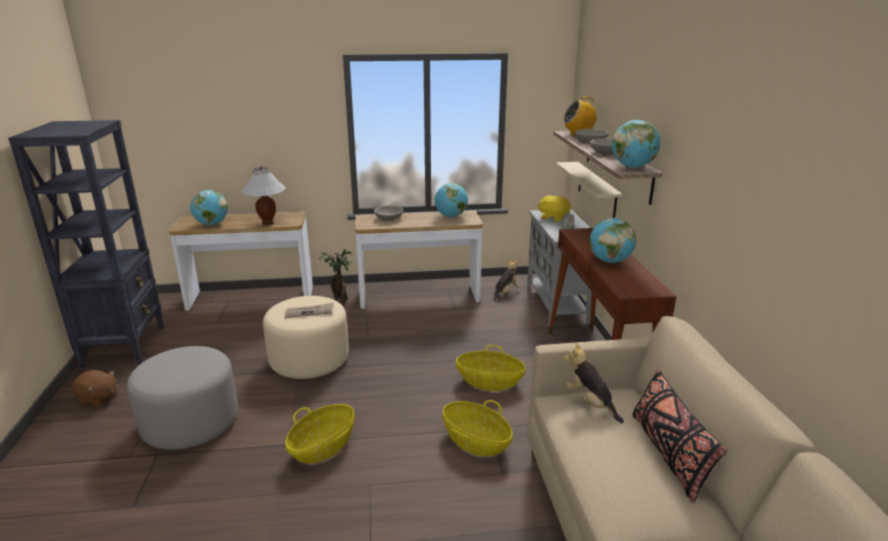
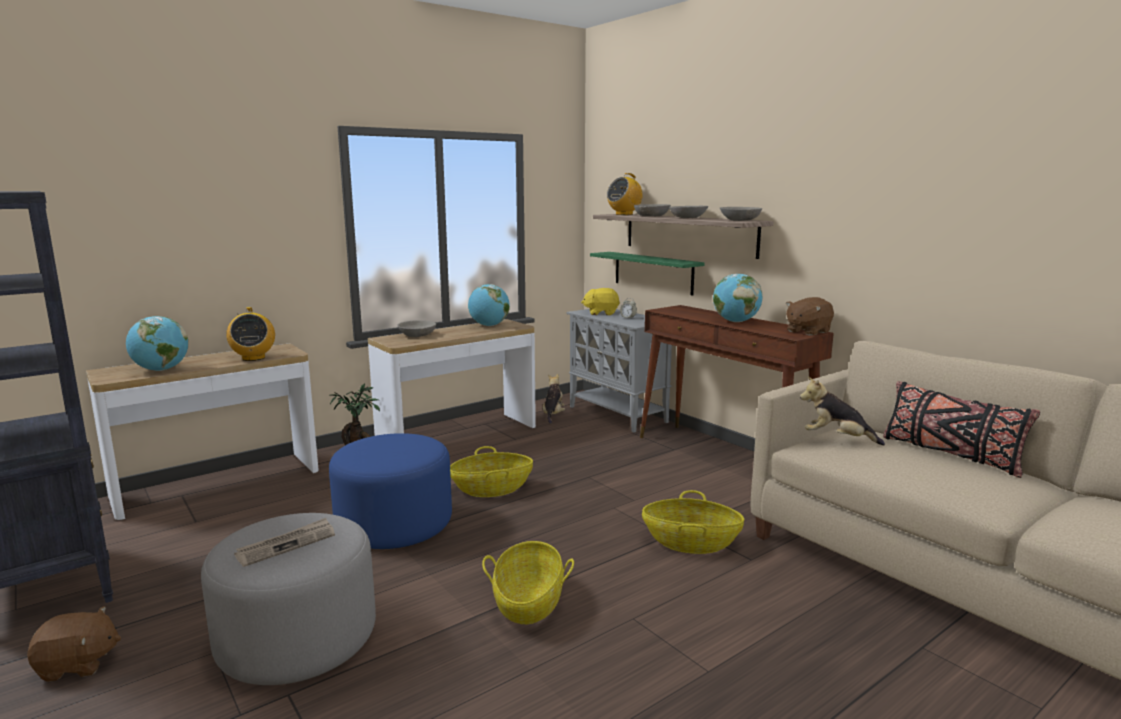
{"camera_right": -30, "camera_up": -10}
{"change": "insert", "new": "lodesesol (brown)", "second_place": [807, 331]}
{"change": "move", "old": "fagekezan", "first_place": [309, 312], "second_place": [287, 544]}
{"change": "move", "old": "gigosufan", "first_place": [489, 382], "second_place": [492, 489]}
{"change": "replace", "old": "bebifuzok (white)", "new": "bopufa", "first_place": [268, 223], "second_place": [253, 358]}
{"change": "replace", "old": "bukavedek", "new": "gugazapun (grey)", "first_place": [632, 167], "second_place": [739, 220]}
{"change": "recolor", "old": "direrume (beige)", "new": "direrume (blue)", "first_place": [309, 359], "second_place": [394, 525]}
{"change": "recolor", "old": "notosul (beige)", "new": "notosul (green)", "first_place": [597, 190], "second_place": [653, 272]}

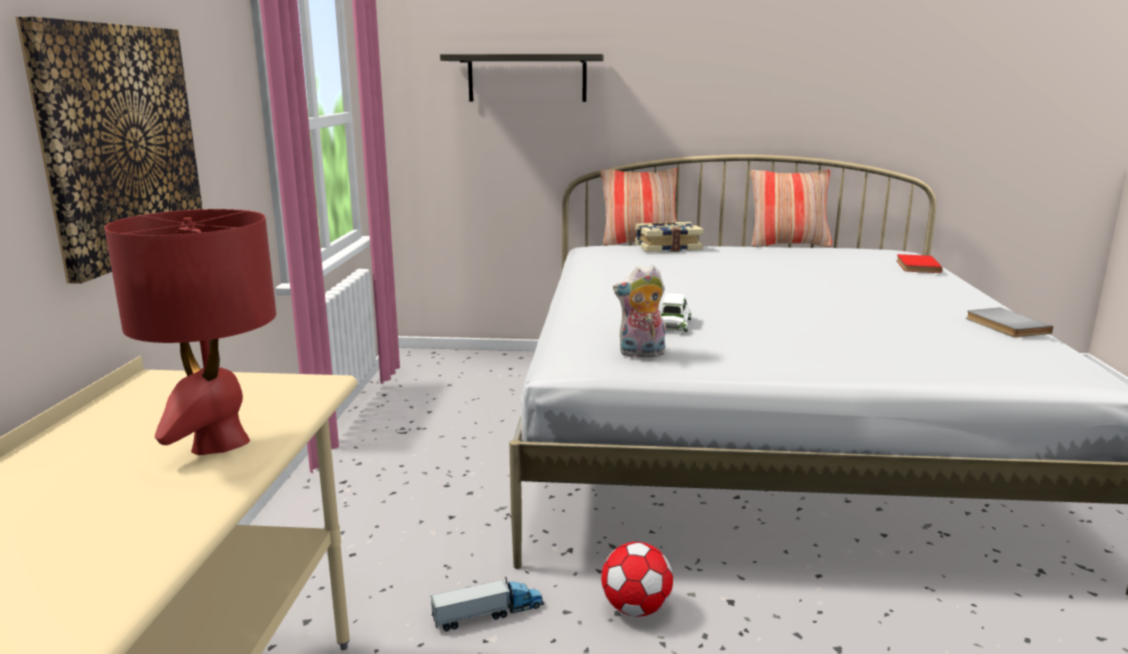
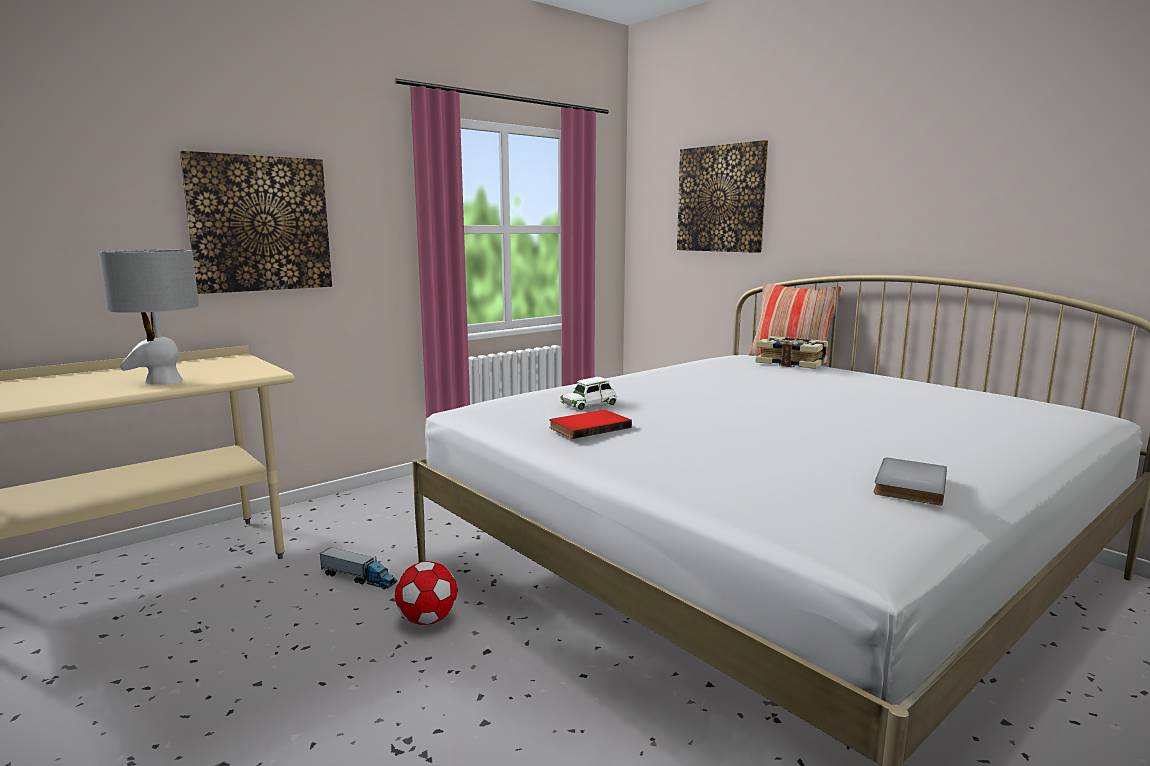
{"camera_right": 45, "camera_up": -5}
{"change": "delete", "old": "lodesesol", "first_place": [641, 354]}
{"change": "delete", "old": "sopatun", "first_place": [788, 244]}
{"change": "move", "old": "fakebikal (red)", "first_place": [916, 266], "second_place": [588, 427]}
{"change": "replace", "old": "notosul", "new": "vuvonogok", "first_place": [527, 78], "second_place": [721, 199]}
{"change": "recolor", "old": "bebifuzok (red)", "new": "bebifuzok (grey)", "first_place": [219, 443], "second_place": [164, 381]}

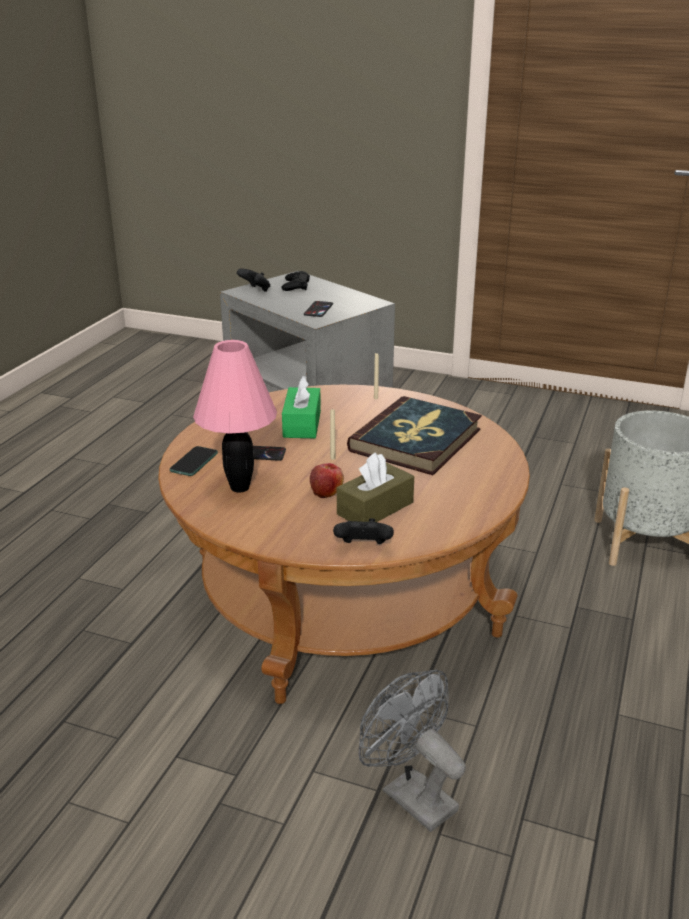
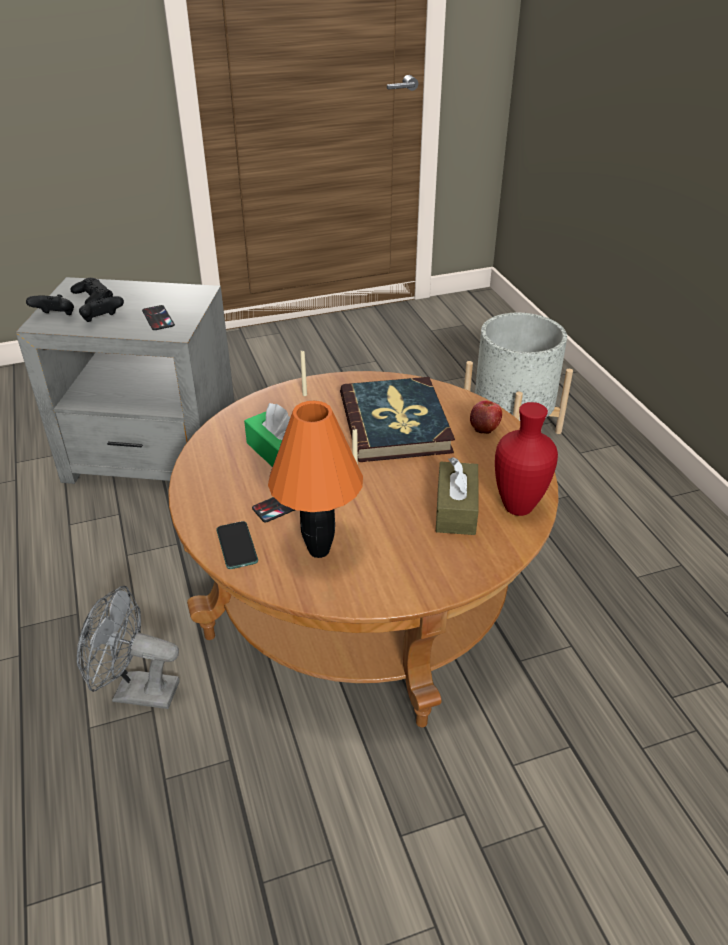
{"camera_right": -40, "camera_up": 10}
{"change": "insert", "new": "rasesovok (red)", "second_place": [516, 506]}
{"change": "move", "old": "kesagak", "first_place": [326, 492], "second_place": [484, 427]}
{"change": "move", "old": "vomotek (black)", "first_place": [363, 547], "second_place": [102, 321]}
{"change": "move", "old": "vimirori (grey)", "first_place": [410, 795], "second_place": [136, 691]}
{"change": "recolor", "old": "bebifuzok (pink)", "new": "bebifuzok (orange)", "first_place": [240, 488], "second_place": [320, 550]}

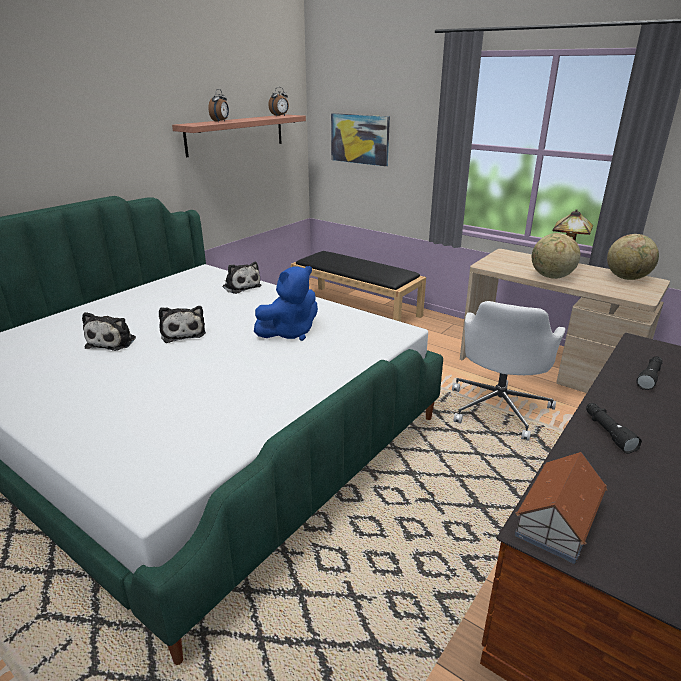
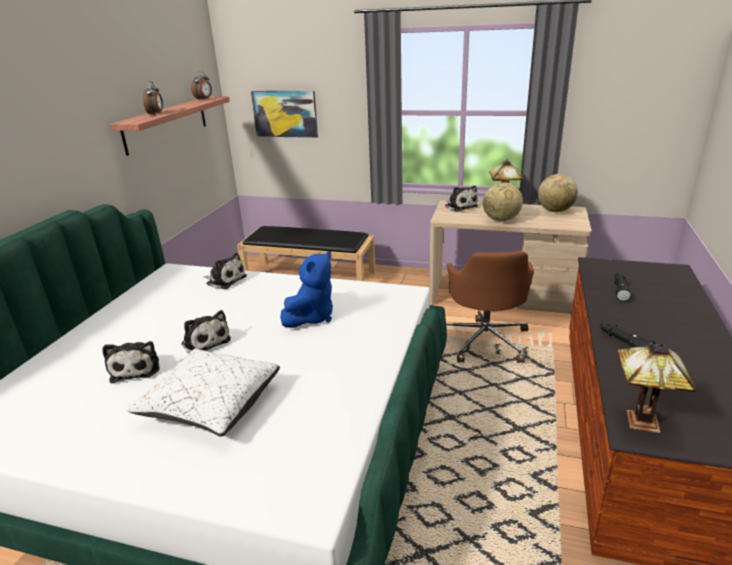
{"camera_right": -20, "camera_up": 0}
{"change": "insert", "new": "sopatun (white)", "second_place": [211, 405]}
{"change": "insert", "new": "lodesesol", "second_place": [460, 206]}
{"change": "replace", "old": "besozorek", "new": "bebifuzok", "first_place": [556, 521], "second_place": [640, 422]}
{"change": "recolor", "old": "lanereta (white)", "new": "lanereta (brown)", "first_place": [499, 407], "second_place": [485, 340]}

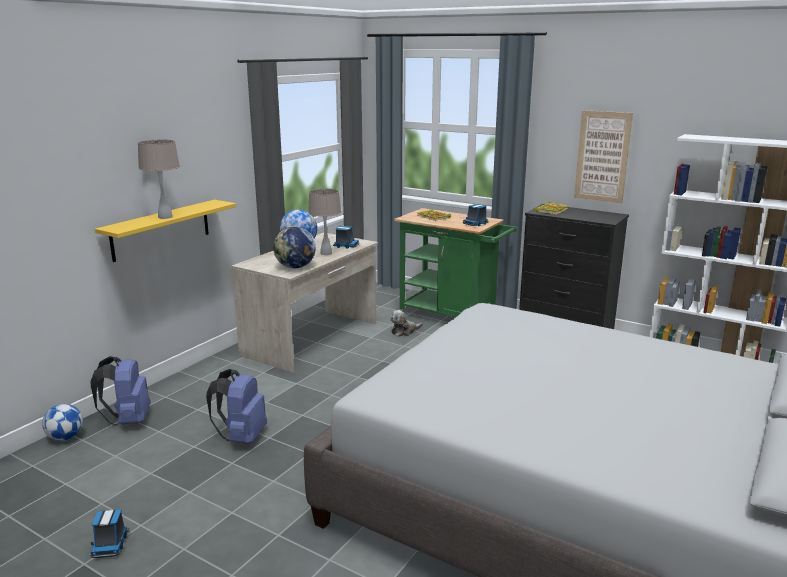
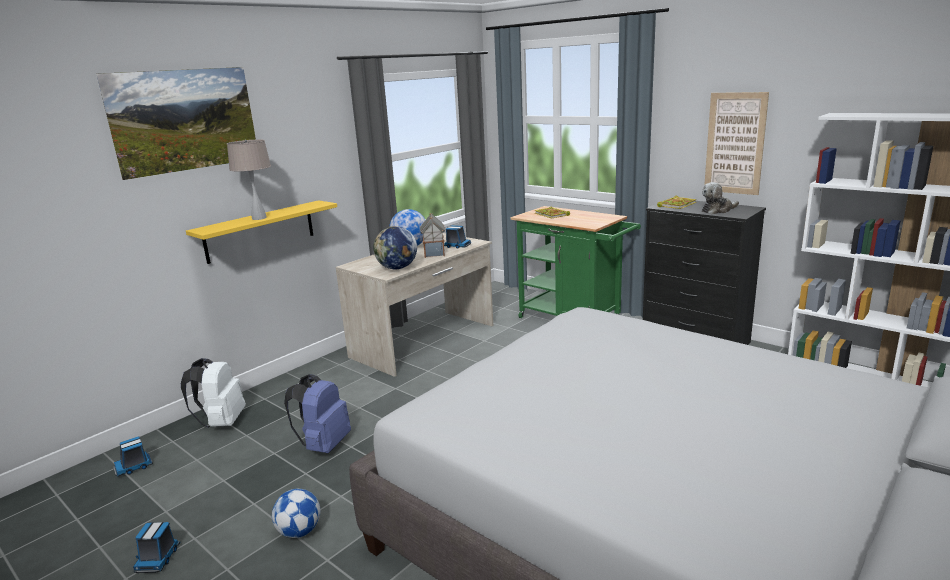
{"camera_right": 10, "camera_up": 0}
{"change": "insert", "new": "vuvonogok", "second_place": [191, 144]}
{"change": "move", "old": "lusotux", "first_place": [66, 437], "second_place": [299, 531]}
{"change": "move", "old": "lodesesol", "first_place": [404, 331], "second_place": [717, 210]}
{"change": "move", "old": "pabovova", "first_place": [475, 224], "second_place": [134, 466]}
{"change": "replace", "old": "bebifuzok (beige)", "new": "besozorek", "first_place": [326, 253], "second_place": [434, 253]}
{"change": "recolor", "old": "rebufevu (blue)", "new": "rebufevu (white)", "first_place": [128, 420], "second_place": [222, 422]}

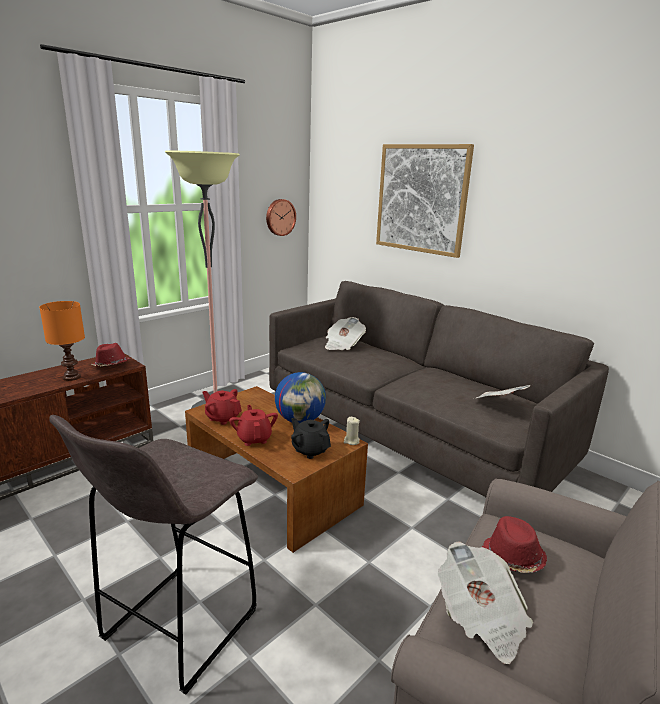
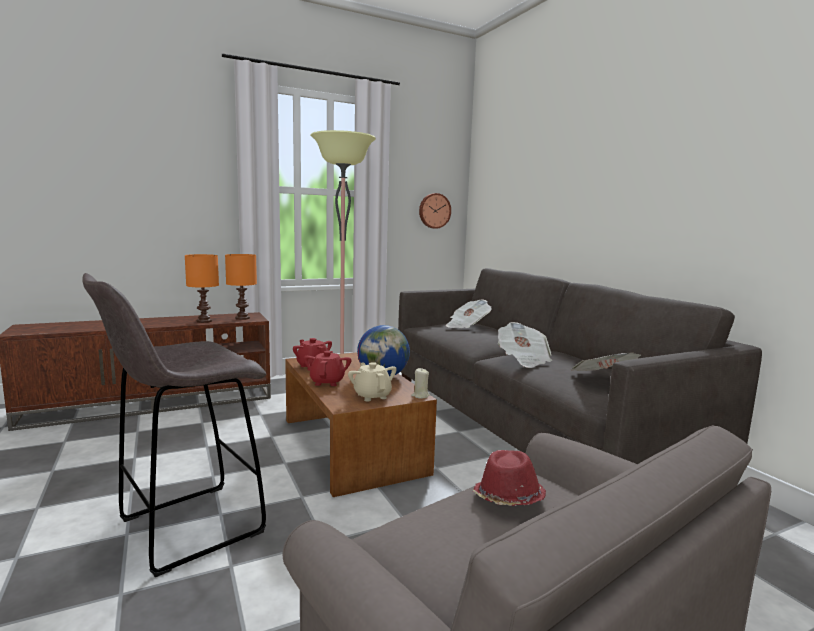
{"camera_right": 20, "camera_up": -10}
{"change": "delete", "old": "vuvonogok", "first_place": [421, 199]}
{"change": "move", "old": "fagekezan", "first_place": [481, 618], "second_place": [523, 359]}
{"change": "replace", "old": "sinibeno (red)", "new": "bebifuzok (orange)", "first_place": [111, 365], "second_place": [242, 318]}
{"change": "recolor", "old": "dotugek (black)", "new": "dotugek (beige)", "first_place": [310, 450], "second_place": [372, 396]}

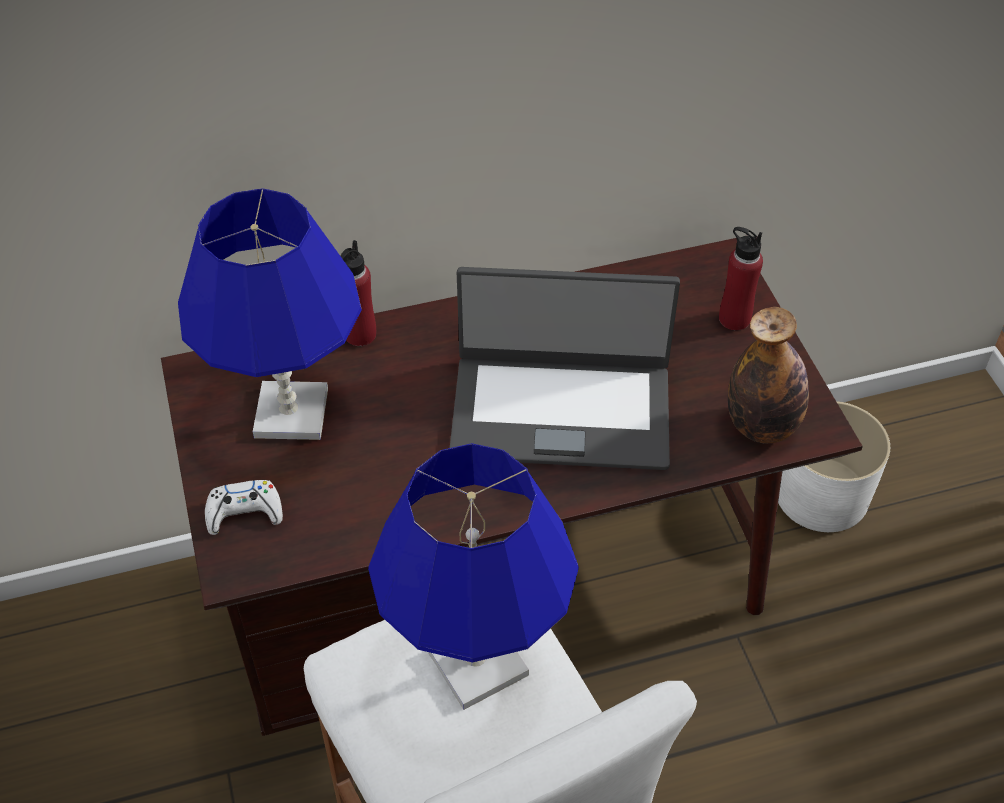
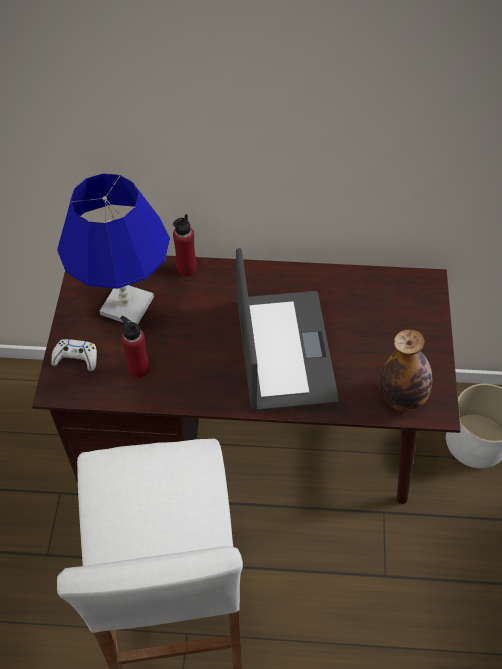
{"camera_right": 20, "camera_up": 5}
{"change": "delete", "old": "bebifuzok (blue)", "first_place": [476, 662]}
{"change": "move", "old": "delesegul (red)", "first_place": [734, 318], "second_place": [139, 368]}
{"change": "rotate", "old": "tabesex", "first_place": [561, 410], "second_place": [283, 350], "degrees": -120}

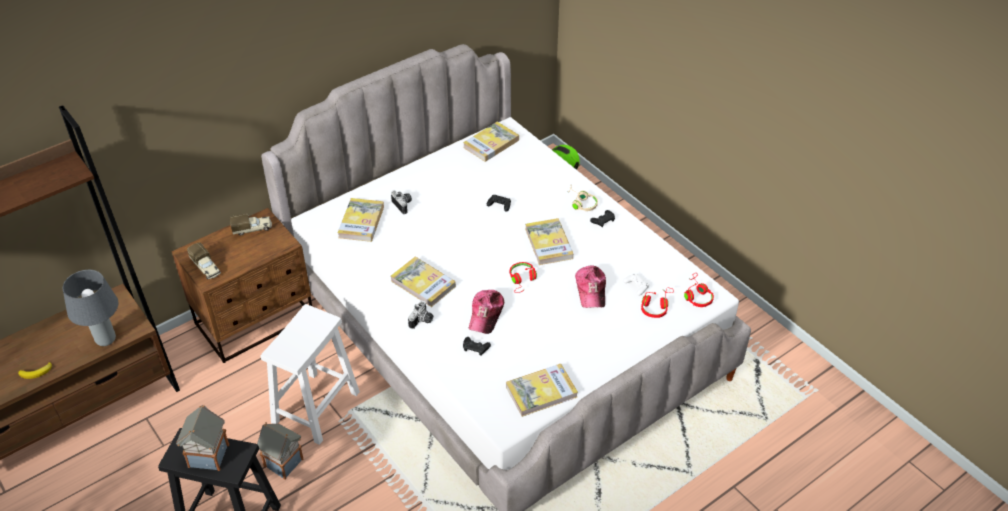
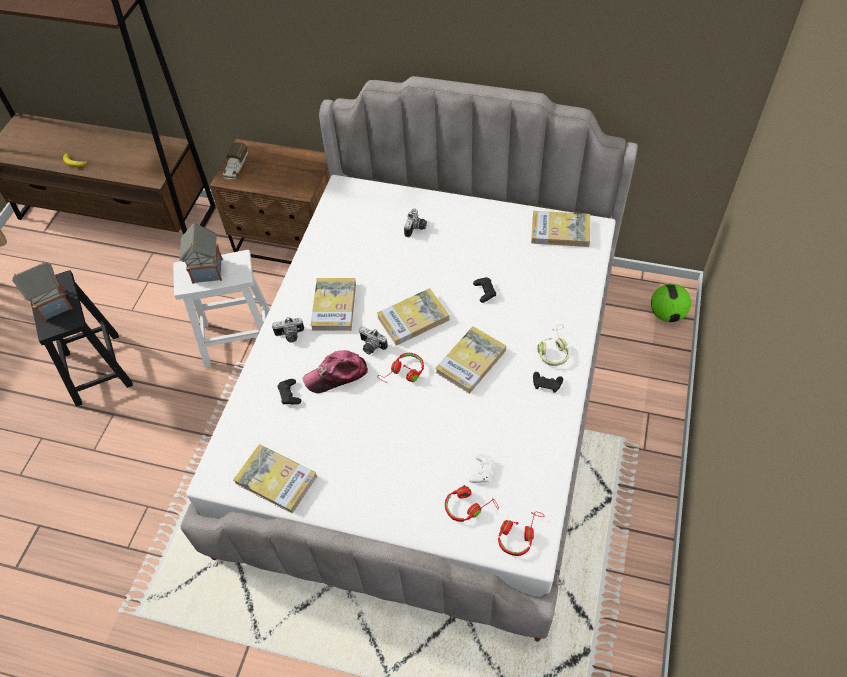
{"camera_right": 55, "camera_up": 10}
{"change": "delete", "old": "bebifuzok (grey)", "first_place": [106, 340]}
{"change": "delete", "old": "pabovova", "first_place": [252, 229]}
{"change": "delete", "old": "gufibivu", "first_place": [591, 290]}
{"change": "insert", "new": "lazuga", "second_place": [371, 347]}
{"change": "move", "old": "besozorek", "first_place": [284, 463], "second_place": [208, 272]}
{"change": "move", "old": "fakebikal", "first_place": [361, 222], "second_place": [413, 318]}

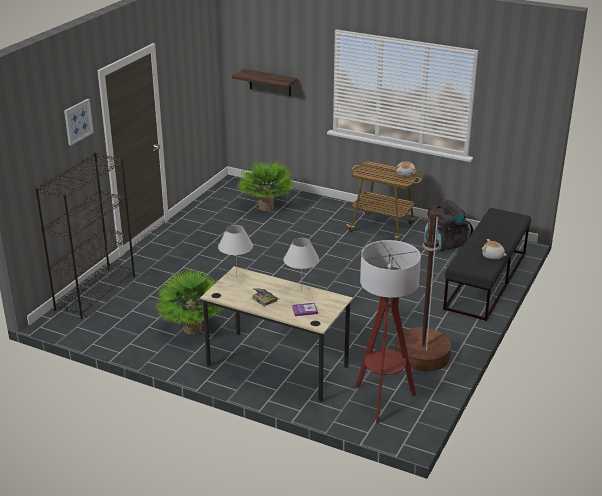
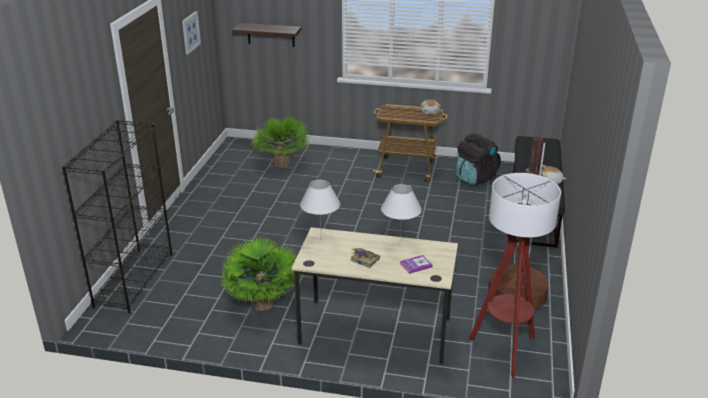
{"camera_right": -15, "camera_up": 0}
{"change": "move", "old": "vuvonogok", "first_place": [78, 121], "second_place": [190, 32]}

